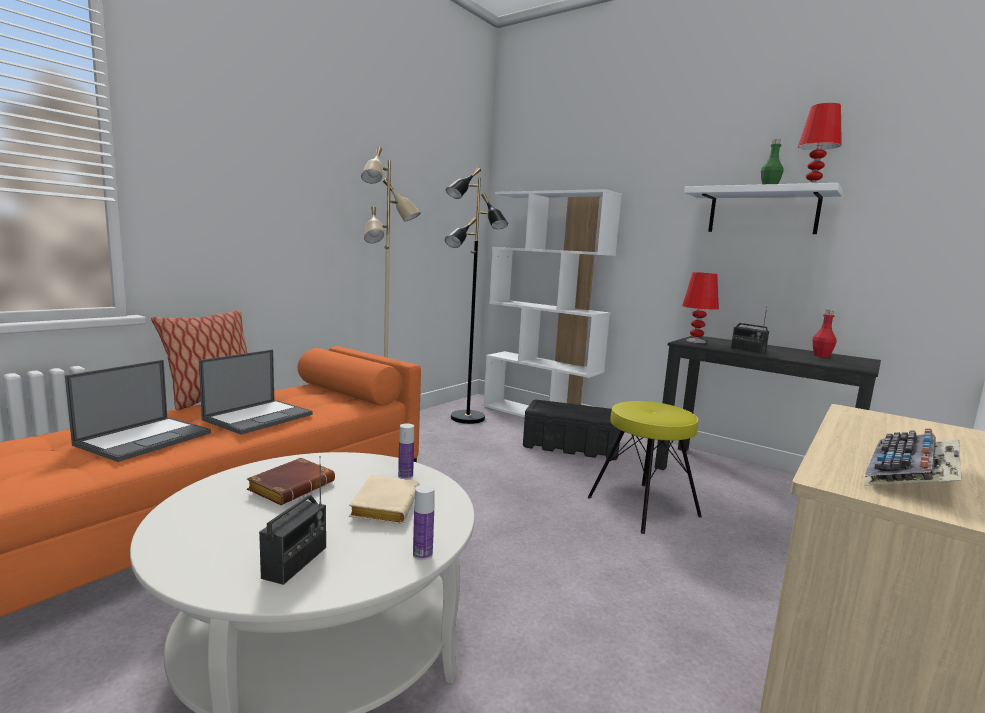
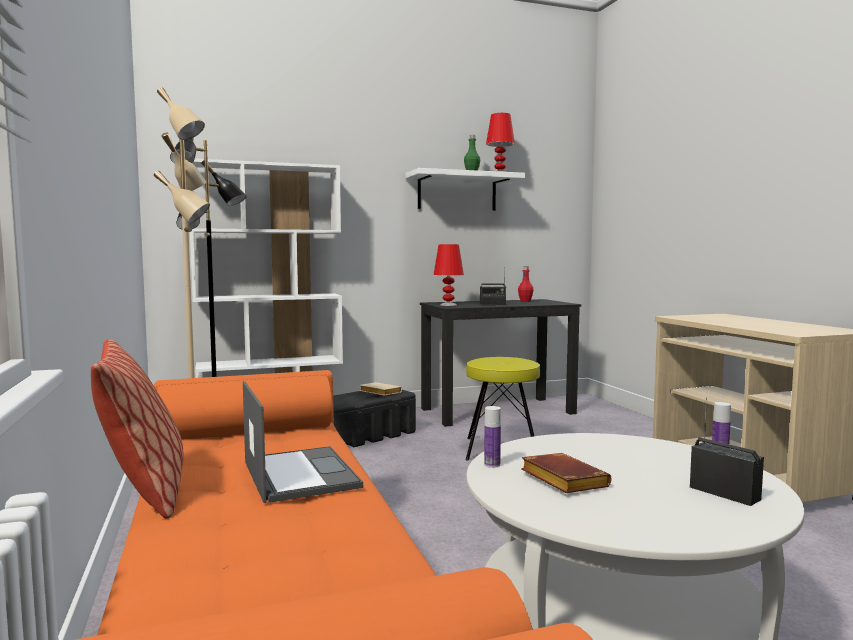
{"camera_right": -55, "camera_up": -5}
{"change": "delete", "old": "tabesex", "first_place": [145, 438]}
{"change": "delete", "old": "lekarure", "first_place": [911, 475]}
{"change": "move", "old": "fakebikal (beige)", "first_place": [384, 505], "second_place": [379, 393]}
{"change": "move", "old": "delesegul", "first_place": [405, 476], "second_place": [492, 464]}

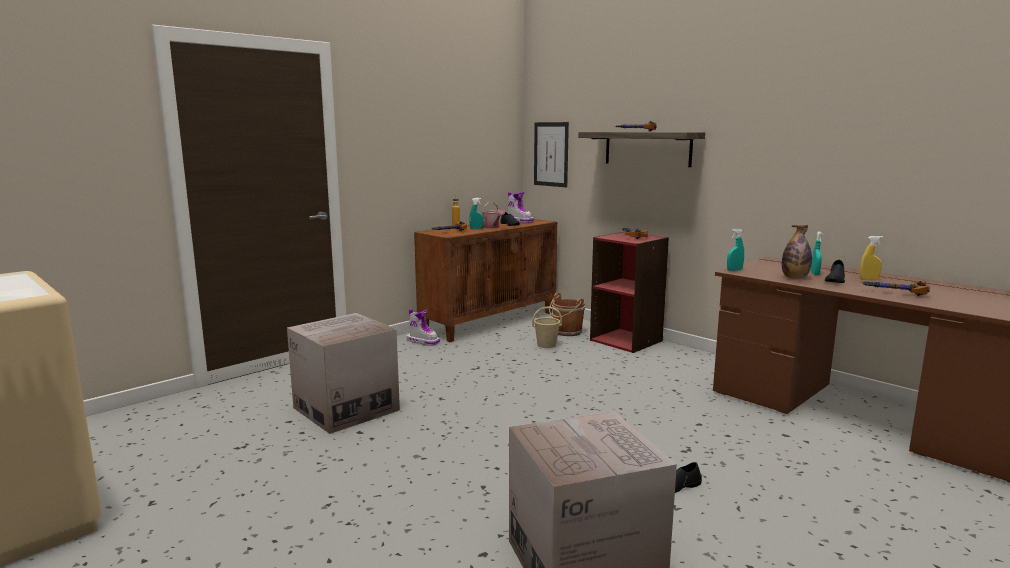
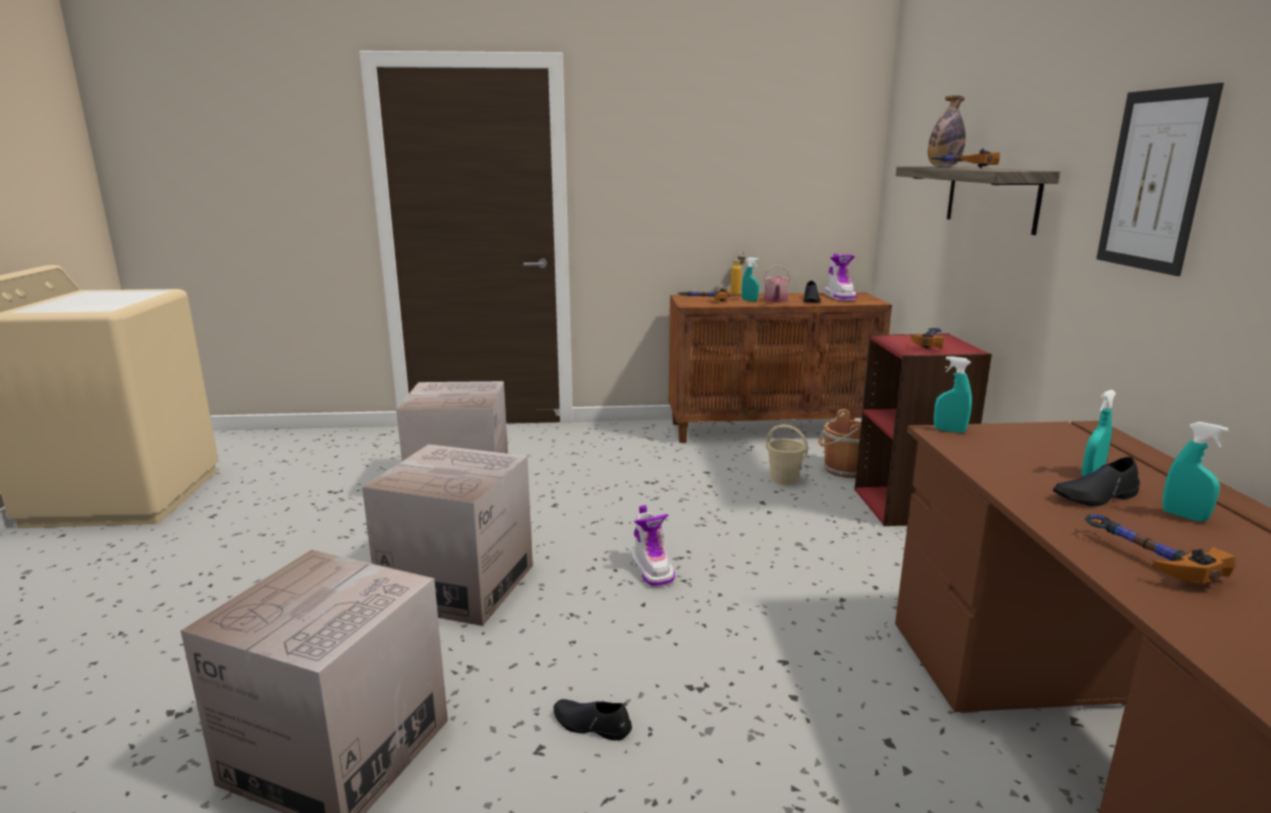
{"camera_right": 40, "camera_up": 5}
{"change": "insert", "new": "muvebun", "second_place": [458, 585]}
{"change": "move", "old": "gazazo", "first_place": [423, 341], "second_place": [652, 570]}
{"change": "move", "old": "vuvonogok", "first_place": [551, 154], "second_place": [1155, 180]}
{"change": "move", "old": "delesegul", "first_place": [794, 278], "second_place": [943, 166]}
{"change": "recolor", "old": "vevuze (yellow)", "new": "vevuze (turquoise)", "first_place": [869, 279], "second_place": [1184, 516]}

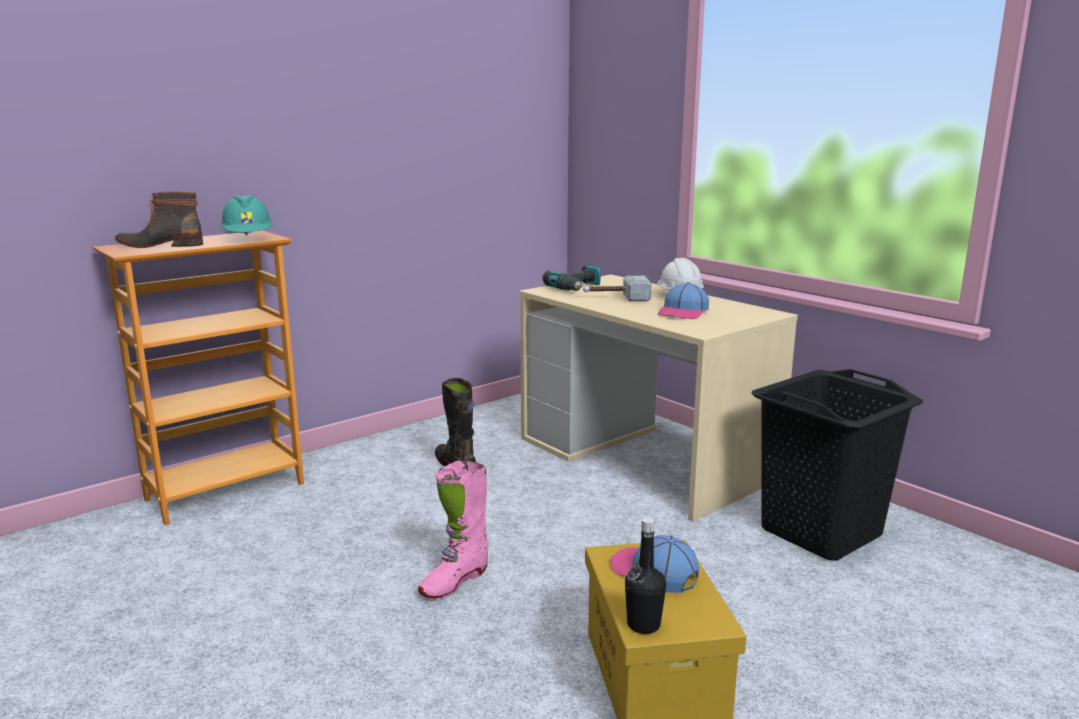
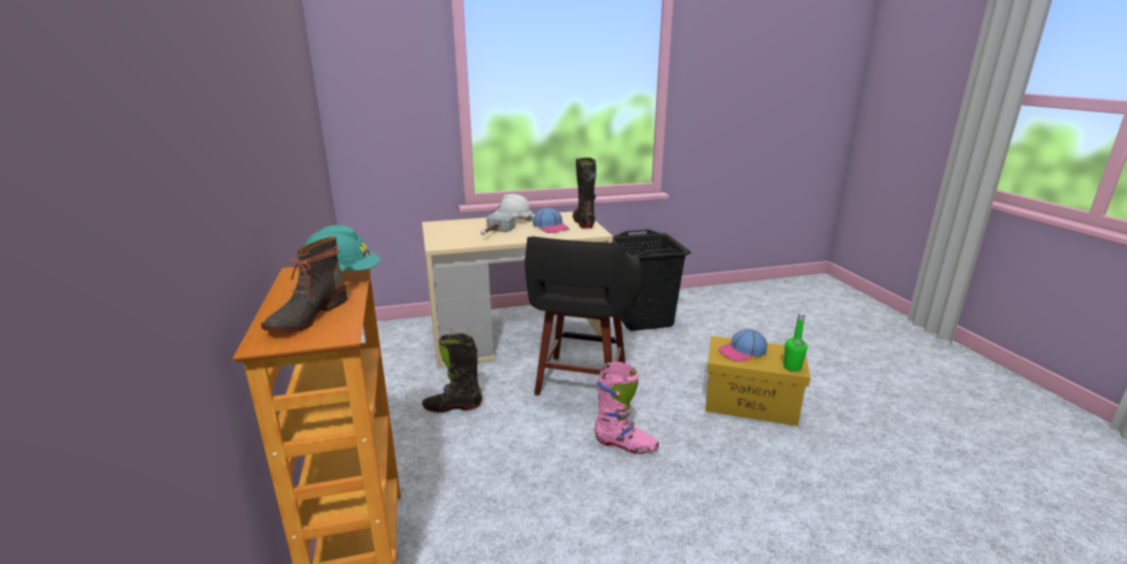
{"camera_right": -65, "camera_up": 5}
{"change": "delete", "old": "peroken", "first_place": [577, 288]}
{"change": "insert", "new": "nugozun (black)", "second_place": [581, 382]}
{"change": "insert", "new": "gazazo (black)", "second_place": [583, 223]}
{"change": "recolor", "old": "delesegul (black)", "new": "delesegul (green)", "first_place": [643, 625], "second_place": [792, 367]}
{"change": "rotate", "old": "gazazo (pink)", "first_place": [454, 581], "second_place": [625, 445], "degrees": -45}

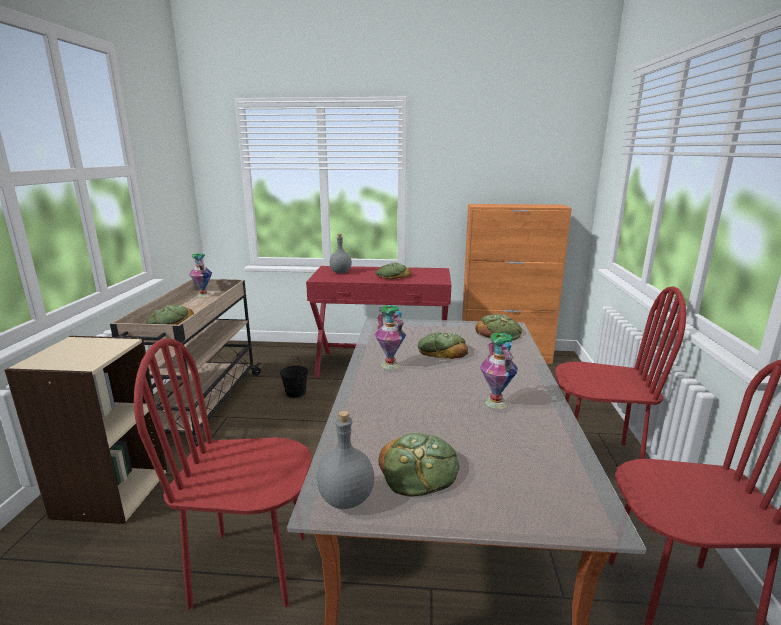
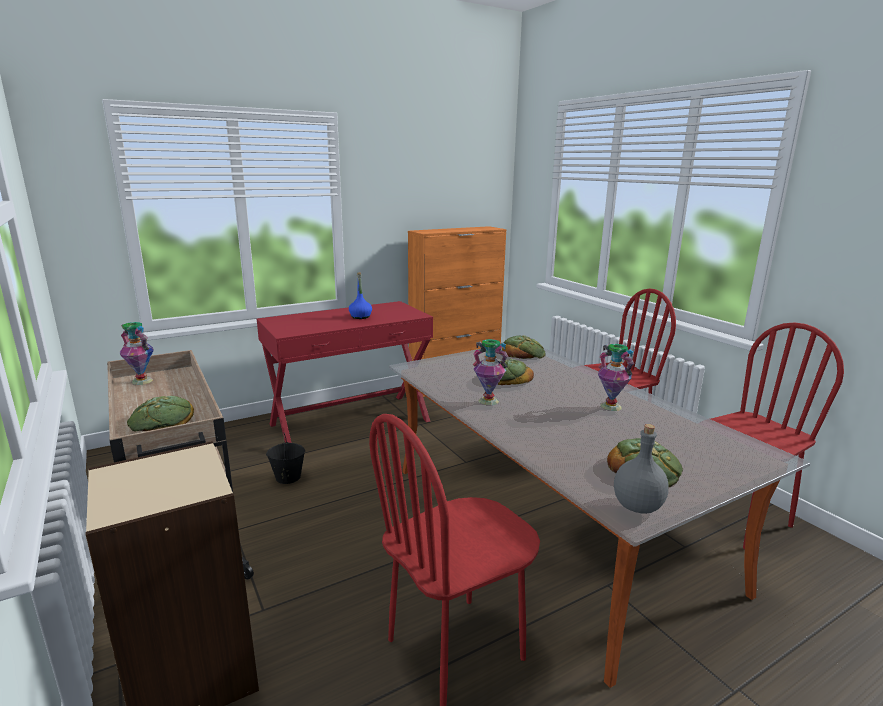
{"camera_right": -35, "camera_up": 0}
{"change": "delete", "old": "delesegul (grey)", "first_place": [341, 272]}
{"change": "replace", "old": "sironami", "new": "delesegul (blue)", "first_place": [392, 275], "second_place": [360, 317]}

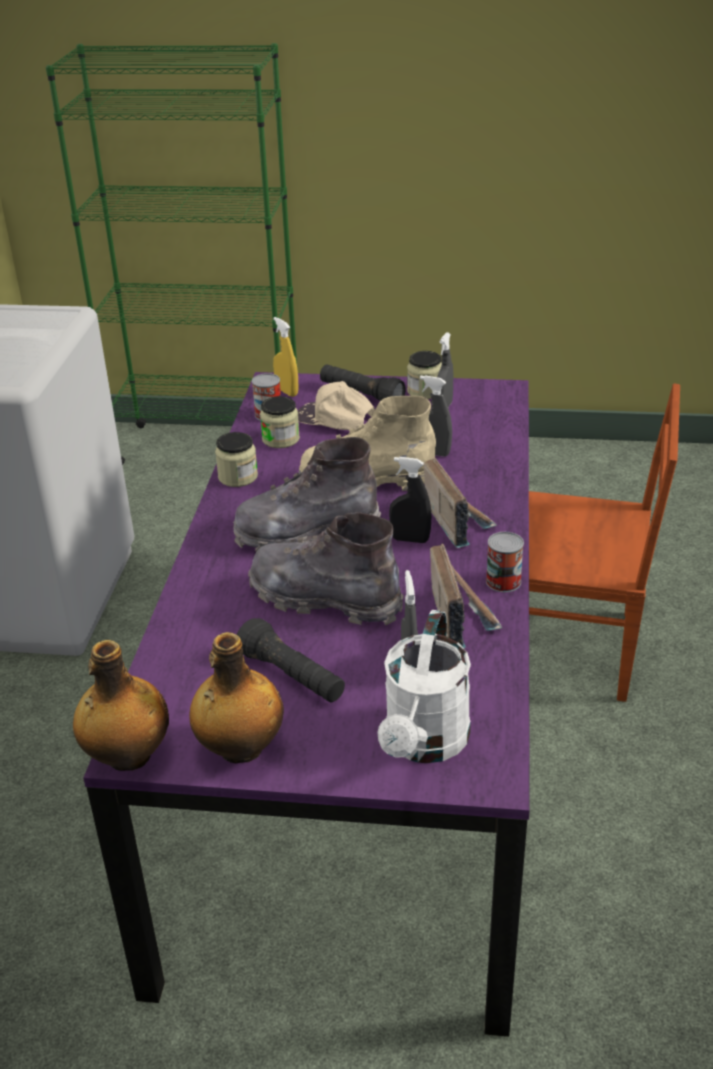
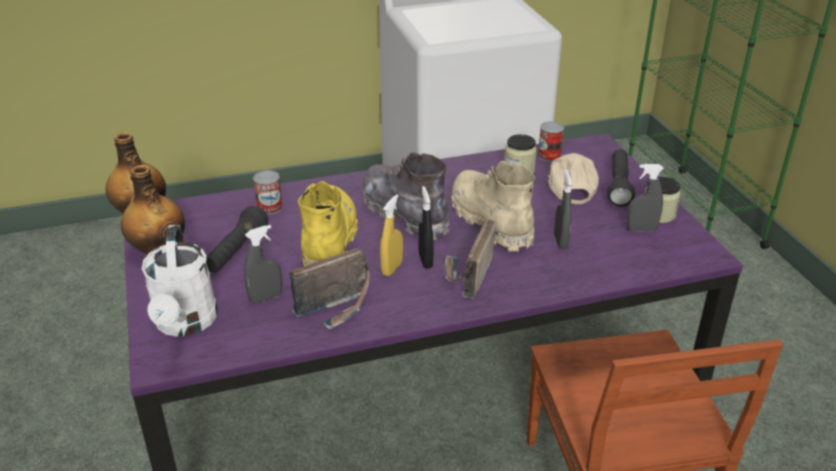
{"camera_right": 65, "camera_up": 0}
{"change": "delete", "old": "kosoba", "first_place": [238, 477]}
{"change": "move", "old": "vevuze (yellow)", "first_place": [287, 391], "second_place": [392, 268]}
{"change": "move", "old": "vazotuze", "first_place": [503, 581], "second_place": [269, 207]}
{"change": "recolor", "old": "gazazo (grey)", "new": "gazazo (yellow)", "first_place": [325, 599], "second_place": [328, 242]}
{"change": "rotate", "old": "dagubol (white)", "first_place": [424, 744], "second_place": [185, 324], "degrees": -90}
{"change": "rotate", "old": "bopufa", "first_place": [456, 521], "second_place": [466, 277], "degrees": 150}

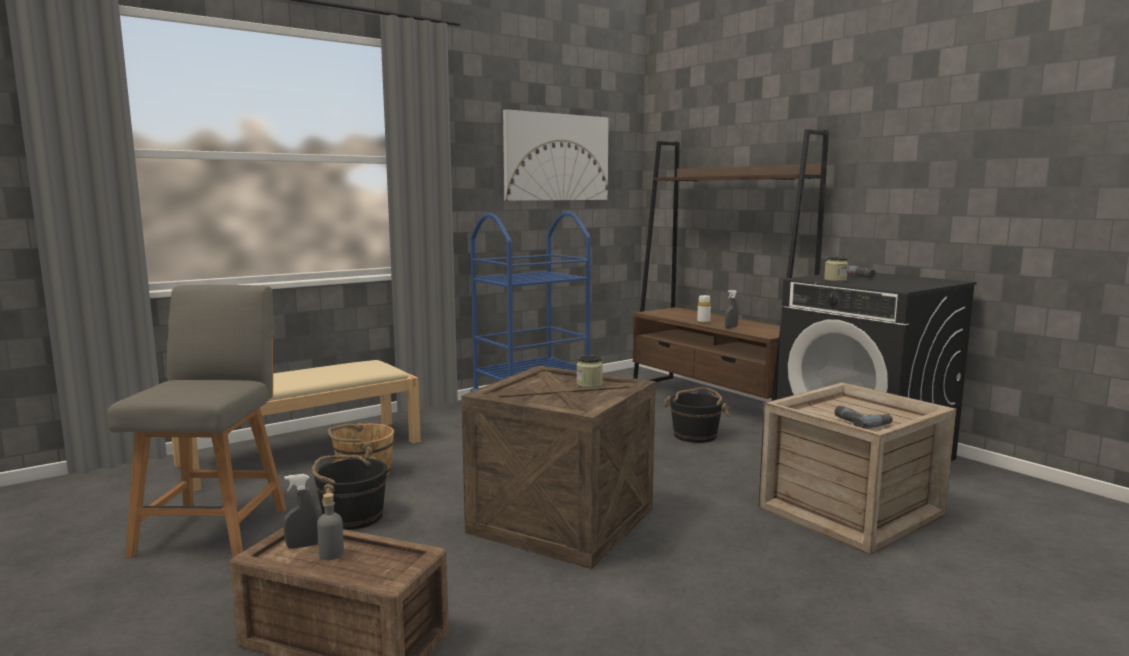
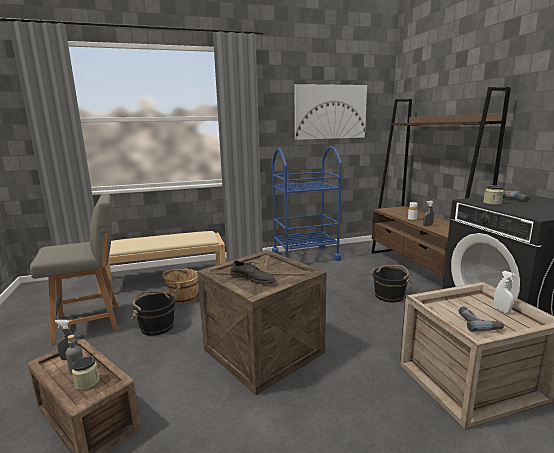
{"camera_right": 20, "camera_up": 5}
{"change": "insert", "new": "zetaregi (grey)", "second_place": [252, 278]}
{"change": "insert", "new": "vevuze (white)", "second_place": [501, 310]}
{"change": "move", "old": "kosoba", "first_place": [589, 384], "second_place": [87, 382]}
{"change": "rotate", "old": "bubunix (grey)", "first_place": [214, 529], "second_place": [91, 323], "degrees": 45}

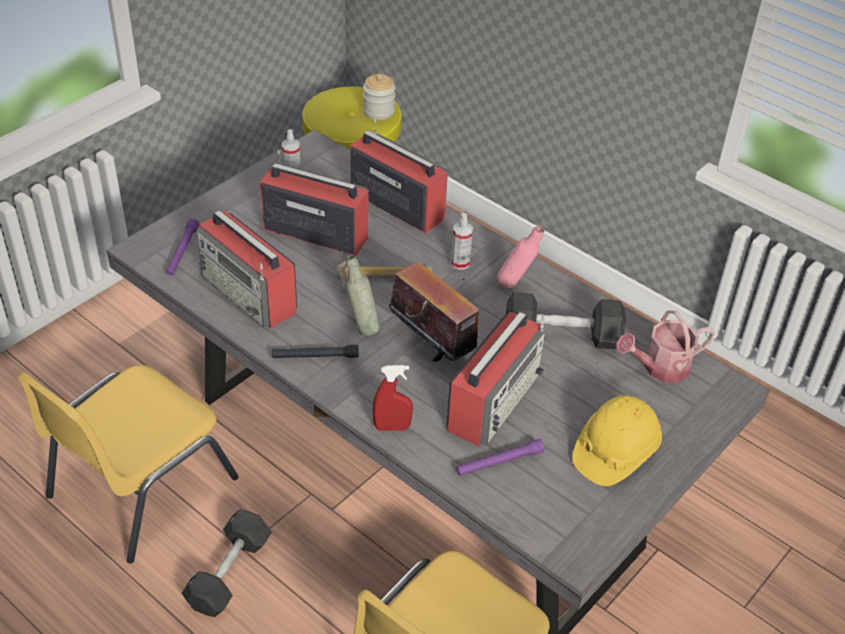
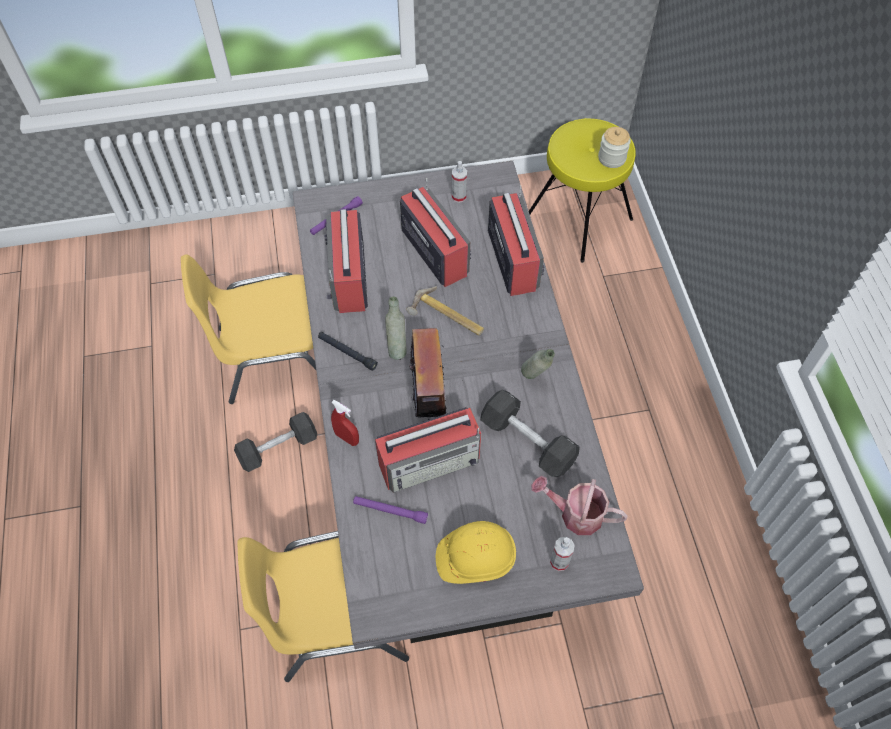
{"camera_right": 40, "camera_up": 15}
{"change": "move", "old": "vevuze", "first_place": [460, 263], "second_place": [559, 561]}
{"change": "recolor", "old": "delesegul (pink)", "new": "delesegul (grey)", "first_place": [516, 285], "second_place": [535, 379]}

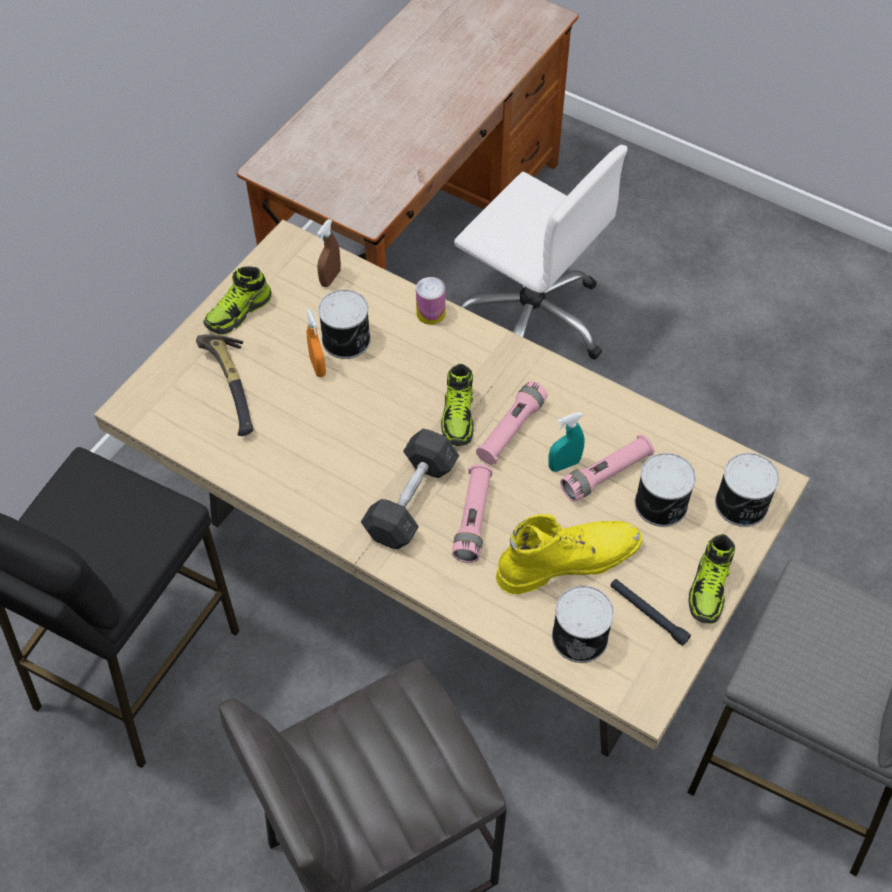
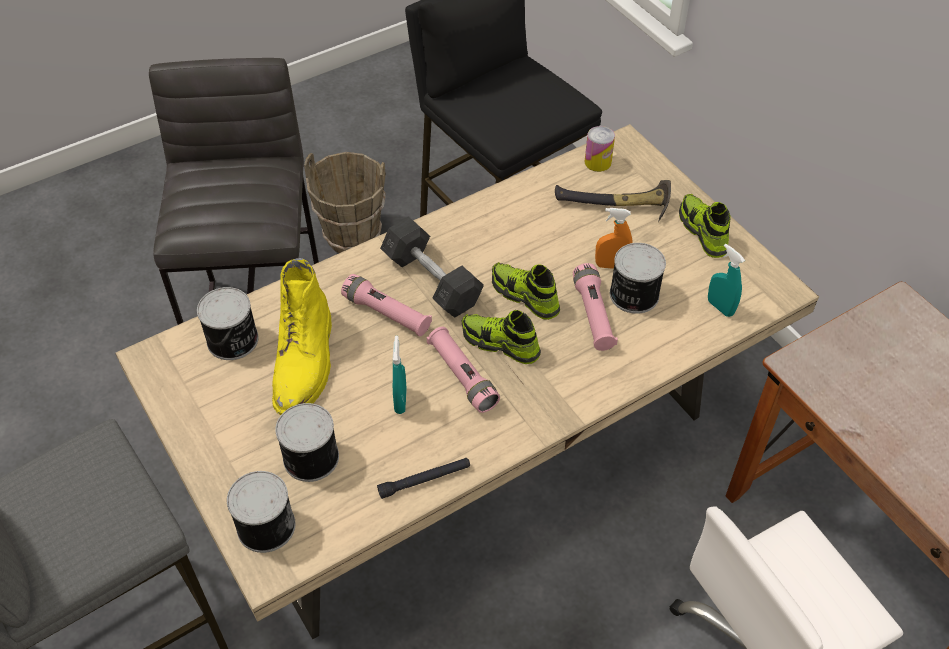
{"camera_right": 115, "camera_up": -5}
{"change": "insert", "new": "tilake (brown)", "second_place": [352, 237]}
{"change": "move", "old": "vazotuze", "first_place": [431, 313], "second_place": [597, 162]}
{"change": "move", "old": "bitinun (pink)", "first_place": [606, 474], "second_place": [593, 315]}
{"change": "move", "old": "bitinun (black)", "first_place": [648, 614], "second_place": [424, 480]}
{"change": "move", "old": "zetaregi", "first_place": [709, 588], "second_place": [524, 296]}
{"change": "recolor", "old": "vevuze (brown)", "new": "vevuze (turquoise)", "first_place": [330, 278], "second_place": [720, 307]}

